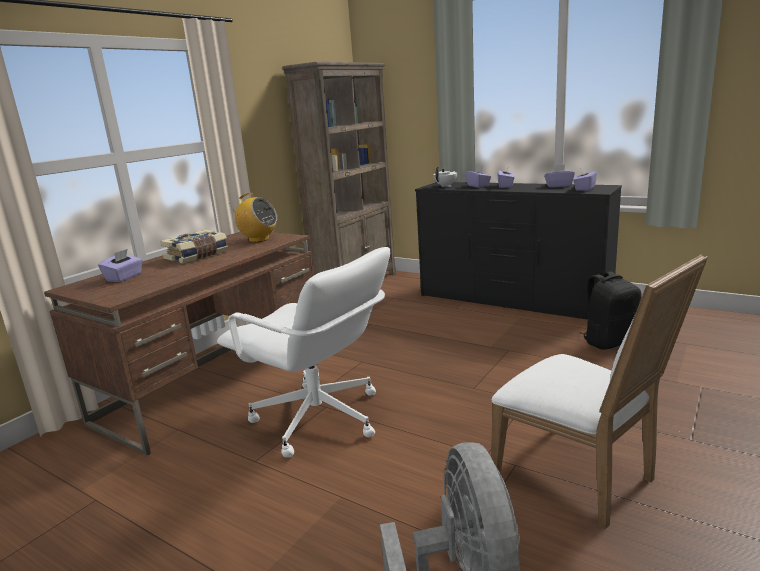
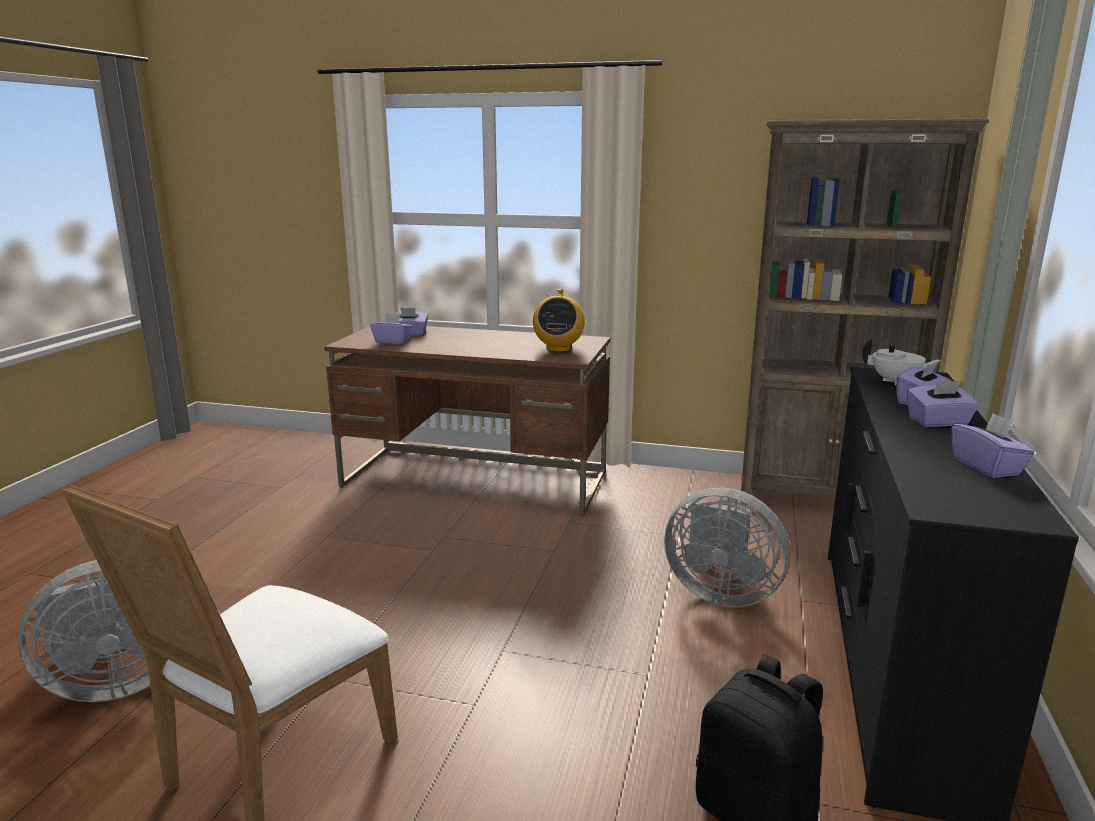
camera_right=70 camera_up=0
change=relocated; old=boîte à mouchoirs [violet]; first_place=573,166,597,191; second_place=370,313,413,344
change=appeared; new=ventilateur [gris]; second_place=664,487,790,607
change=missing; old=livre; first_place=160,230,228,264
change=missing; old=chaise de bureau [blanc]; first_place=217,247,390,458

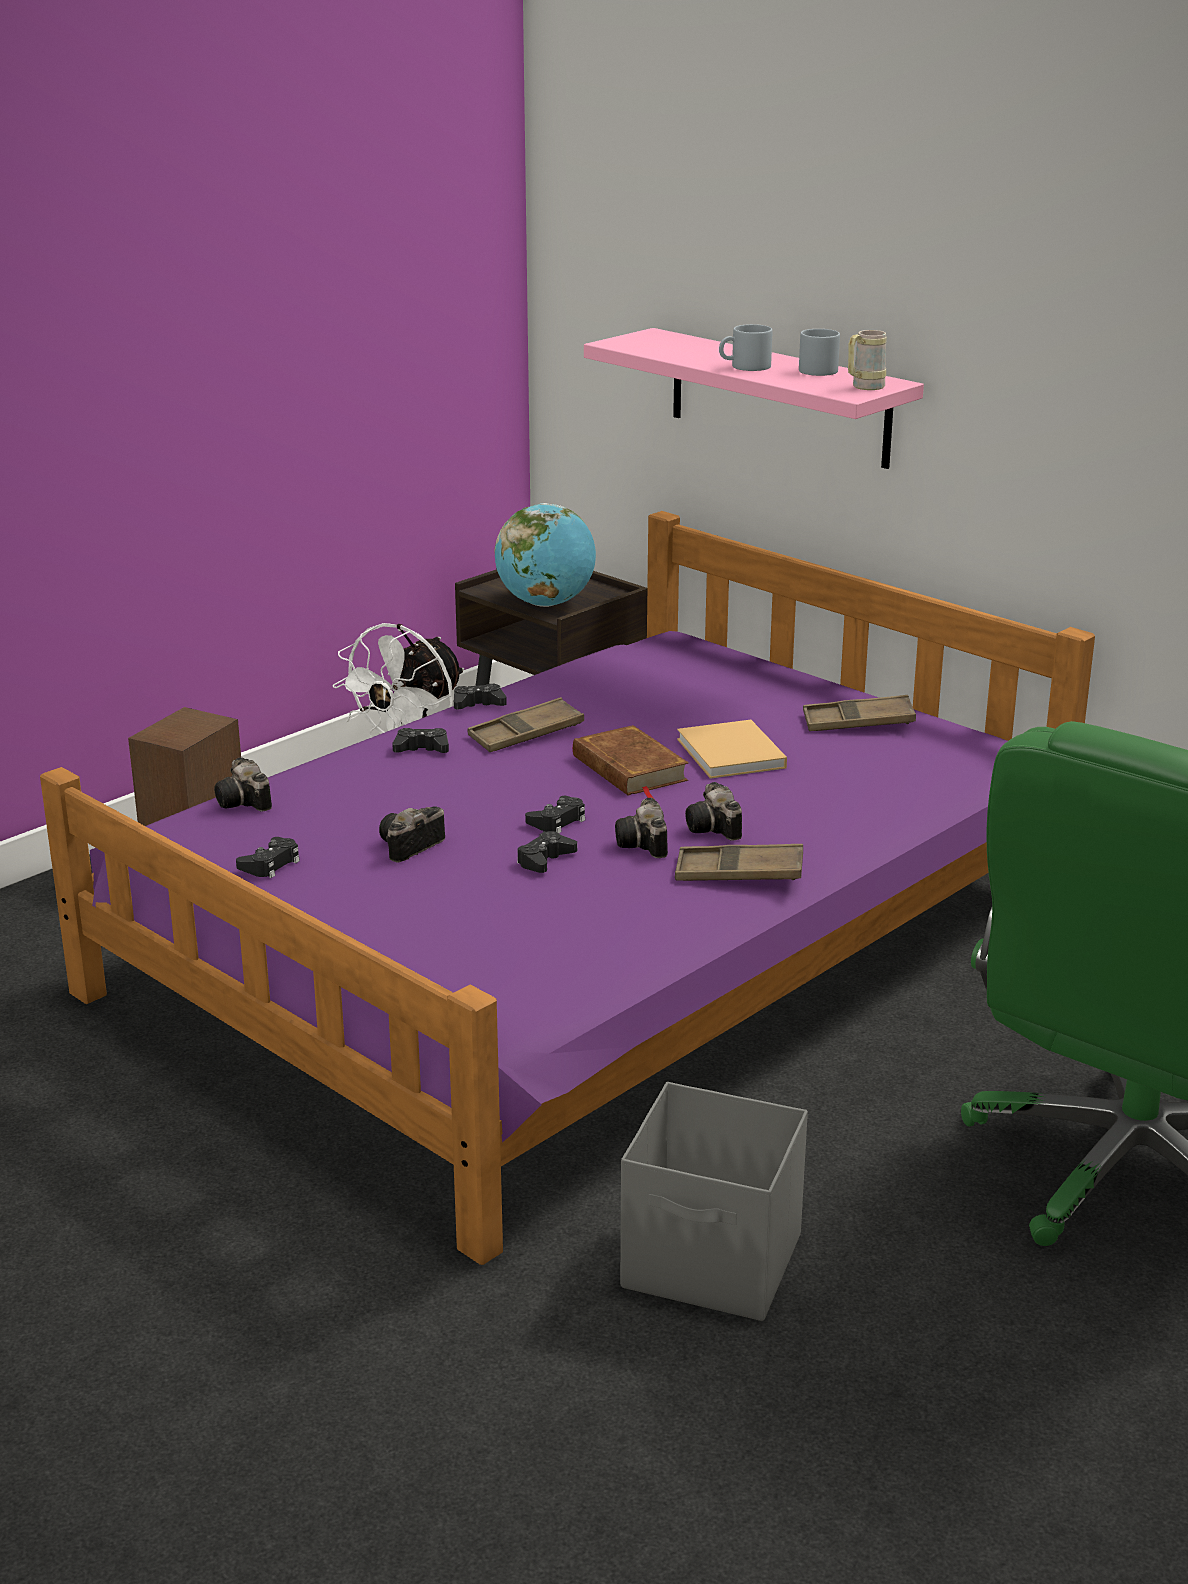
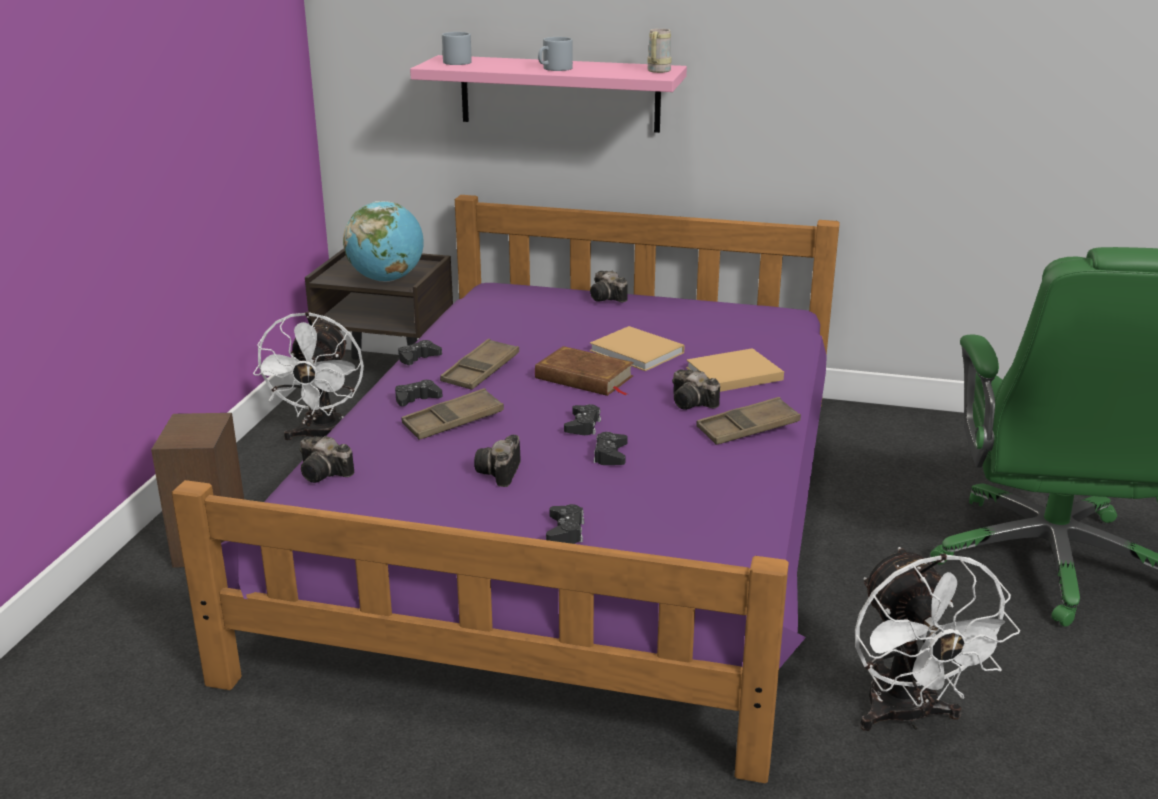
camera_right=-30 camera_up=0
change=relocated; old=plateau [marron]; first_place=803,695,916,731; second_place=401,388,504,440
change=relocated; old=mug [gris]; first_place=799,329,840,376; second_place=442,32,472,65
change=relocated; old=manette [noir]; first_place=236,837,300,878; second_place=546,504,584,544
change=relocated; old=appareil photo; first_place=615,798,668,858; second_place=590,271,627,302
change=appeared; new=livre [beige]; second_place=686,348,784,392
change=exchanged; old=boîte de rangement [gris]; new=ventilateur [blanc]; first_place=620,1082,808,1321; second_place=855,547,1020,731

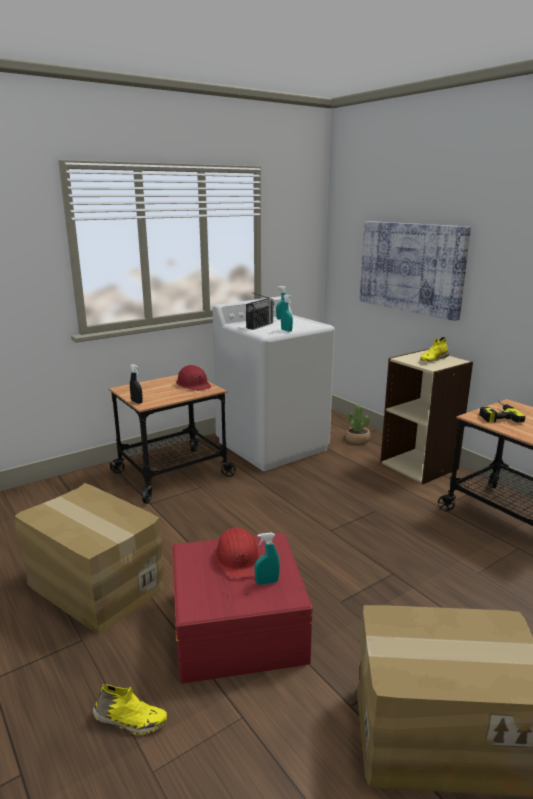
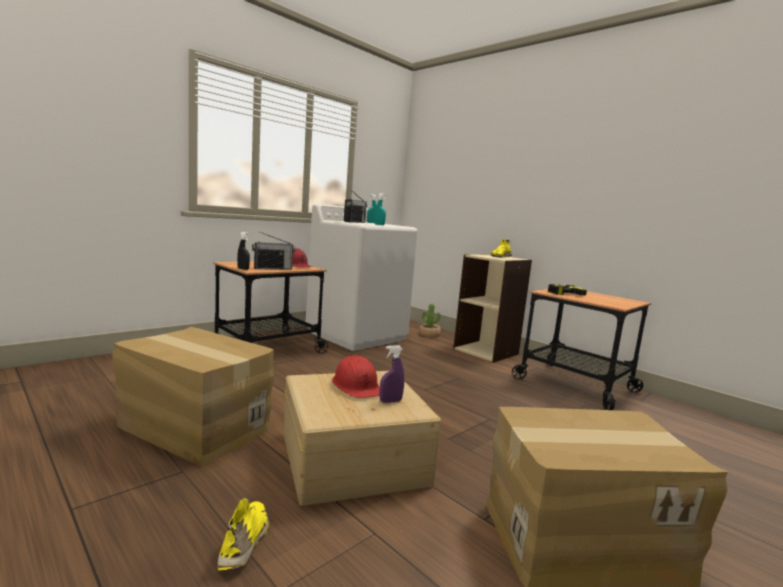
camera_right=-10 camera_up=-10
change=spun; old=chaussure [jaune]; first_place=92,684,167,734; second_place=217,498,269,570; degrees=-90
change=appeared; new=radio; second_place=252,232,295,270
change=colour; old=boîte de rangement [rouge]; new=boîte de rangement [beige]; first_place=172,532,313,683; second_place=284,371,441,506
change=colour; old=vaporisateur [turquoise]; new=vaporisateur [violet]; first_place=254,533,280,585; second_place=380,346,405,403
change=missing; old=tableau; first_place=360,221,471,321

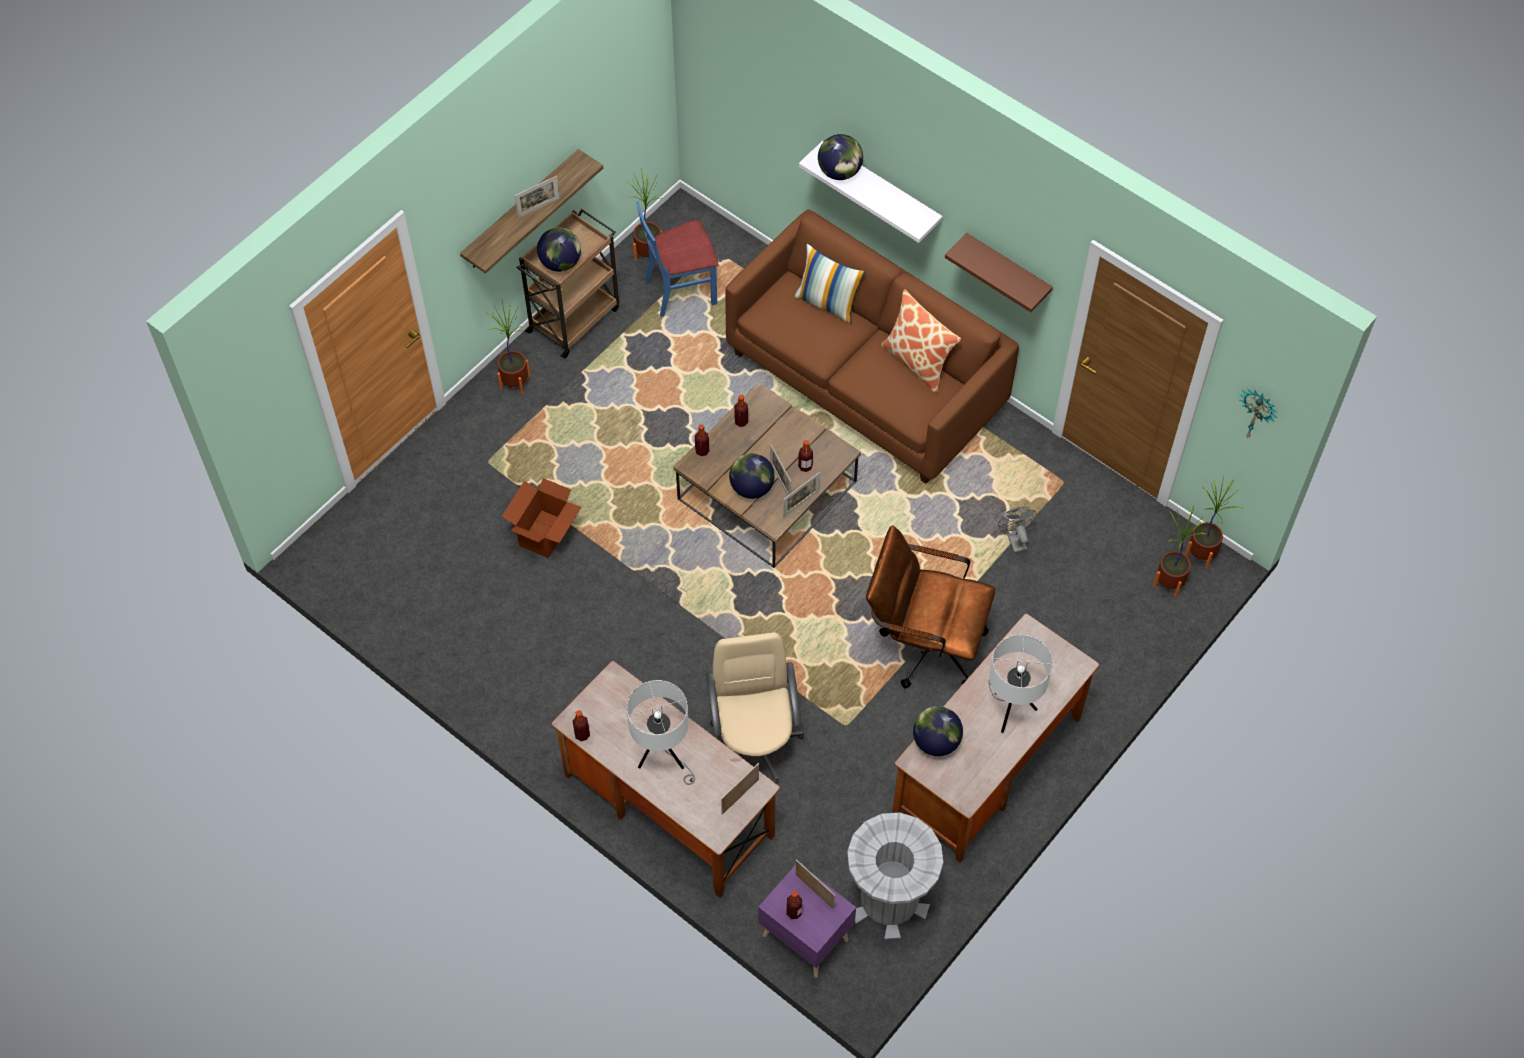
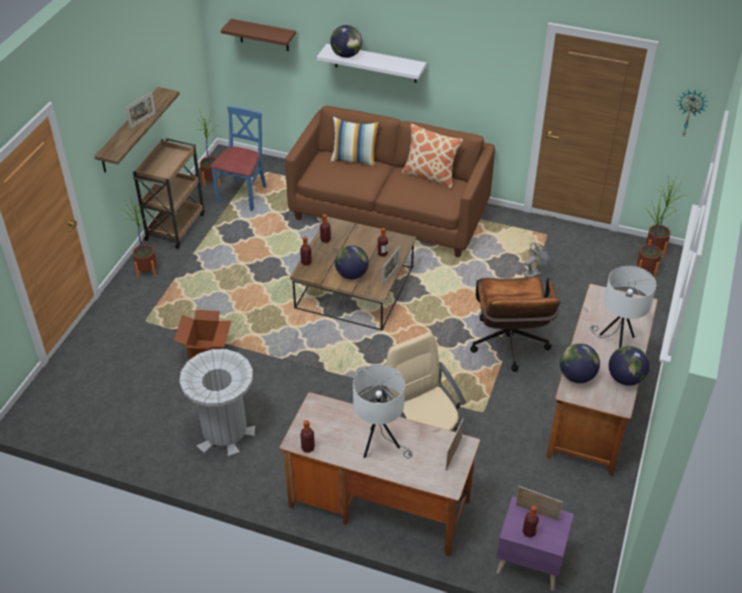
camera_right=-20 camera_up=-15
change=relocated; old=poubelle [gris]; first_place=847,813,943,939; second_place=179,349,255,457
change=spun; old=chaise [bleu]; first_place=636,201,718,317; second_place=210,106,266,211; degrees=150
change=relocated; old=étagère [marron]; first_place=945,233,1053,312; second_place=221,19,296,51
change=spun; old=chaise de bureau [marron]; first_place=866,525,995,688; second_place=470,277,560,372; degrees=-90
change=spun; old=ventilateur [gris]; first_place=998,507,1037,553; second_place=523,243,550,277; degrees=90
change=relocated; old=globe; first_place=537,227,581,272; second_place=609,346,649,386
change=missing; old=cadre photo; first_place=770,445,791,495

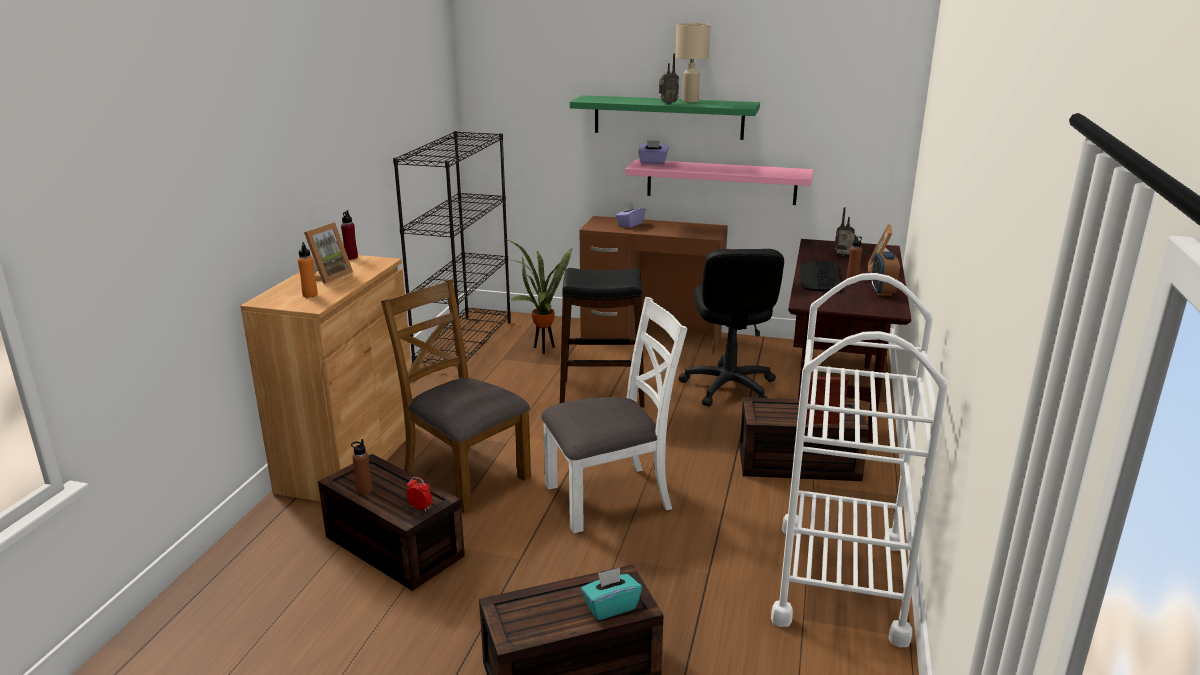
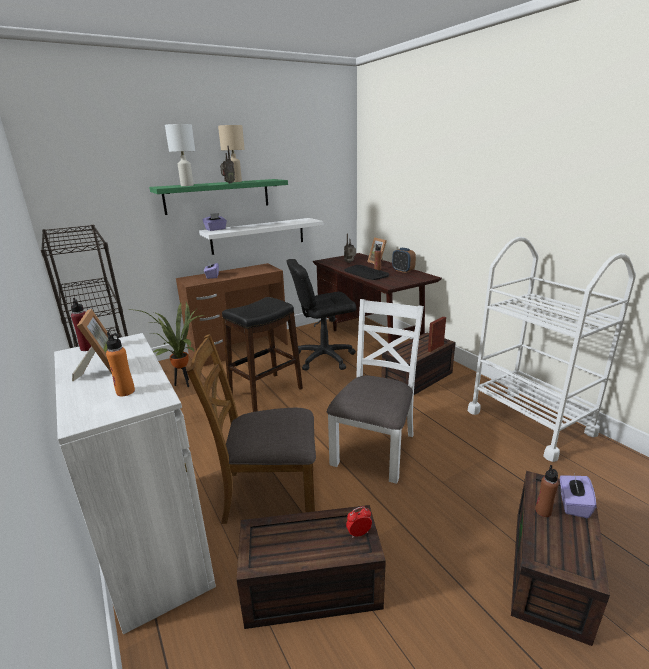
camera_right=-45 camera_up=0
change=colour; old=meuble de rangement [marron]; new=meuble de rangement [blanc]; first_place=240,255,417,502; second_place=54,333,216,634
change=appeared; new=lampe de table [blanc]; second_place=165,124,195,186
change=colour; old=étagère [rose]; new=étagère [blanc]; first_place=625,159,813,205; second_place=199,218,323,255
change=spun; old=chaise de bureau [noir]; first_place=678,249,784,407; second_place=287,259,356,371; degrees=120
change=relocated; old=bouteille [marron]; first_place=351,439,372,495; second_place=535,465,559,517
change=colour; old=boîte à mouchoirs [turquoise]; new=boîte à mouchoirs [violet]; first_place=581,567,642,620; second_place=560,473,596,518

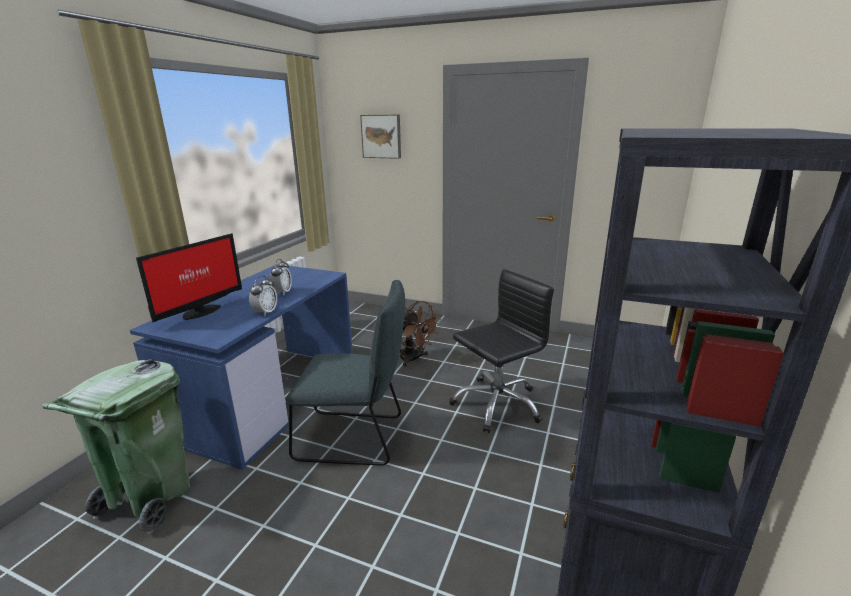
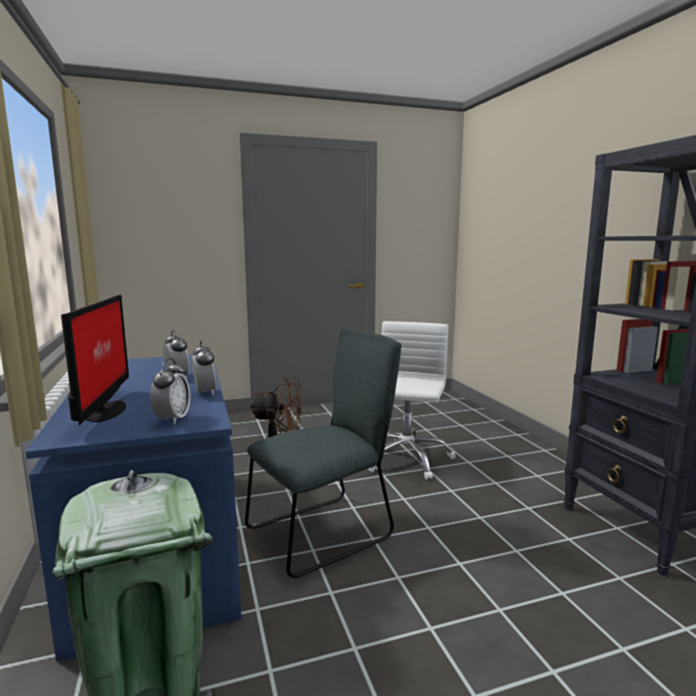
camera_right=-40 camera_up=-10
change=appeared; new=réveil; second_place=150,358,190,425
change=colour; old=chaise de bureau [noir]; new=chaise de bureau [blanc]; first_place=449,269,554,433; second_place=367,321,456,480
change=missing; old=tableau; first_place=360,115,401,159

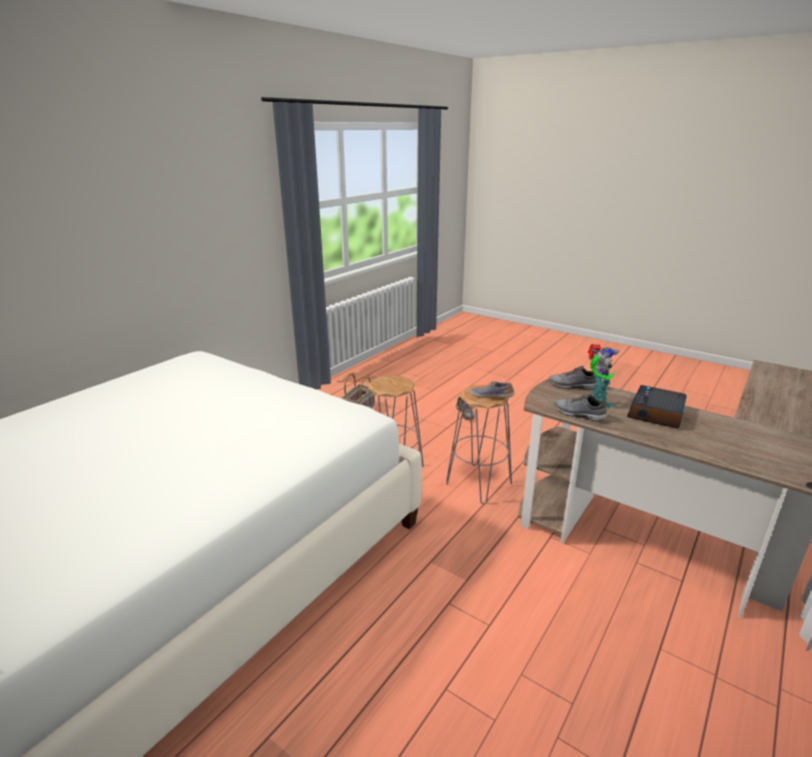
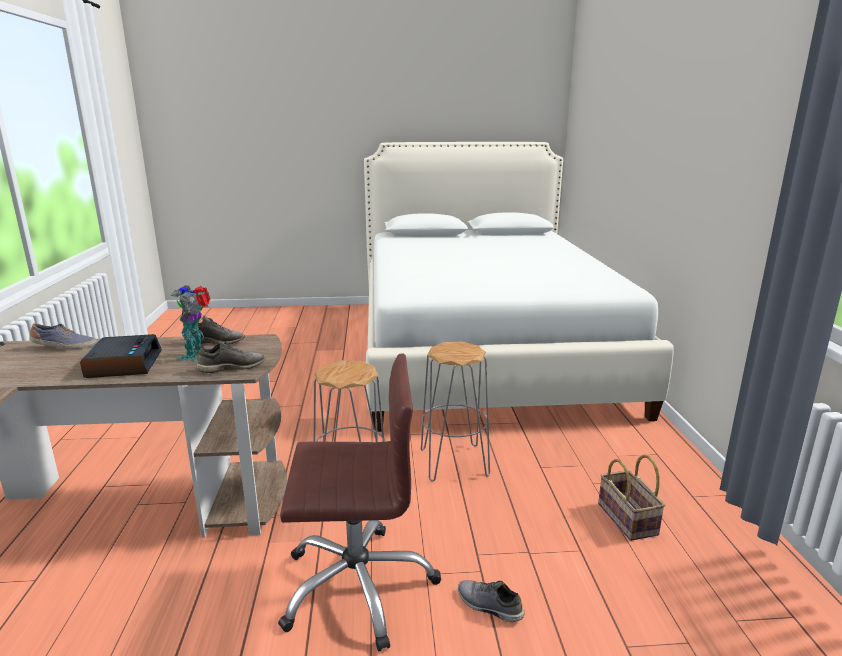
camera_right=140 camera_up=-5
change=relocated; old=chaussure; first_place=470,381,514,398; second_place=29,323,97,349
change=appeared; new=chaise de bureau [marron]; second_place=278,353,441,651

